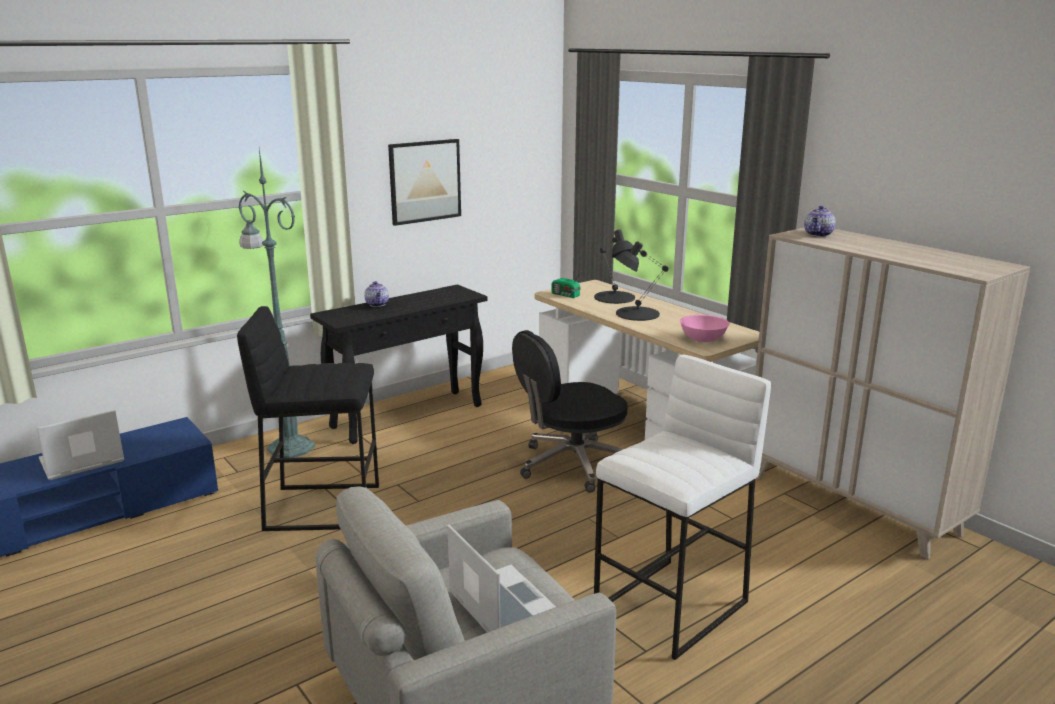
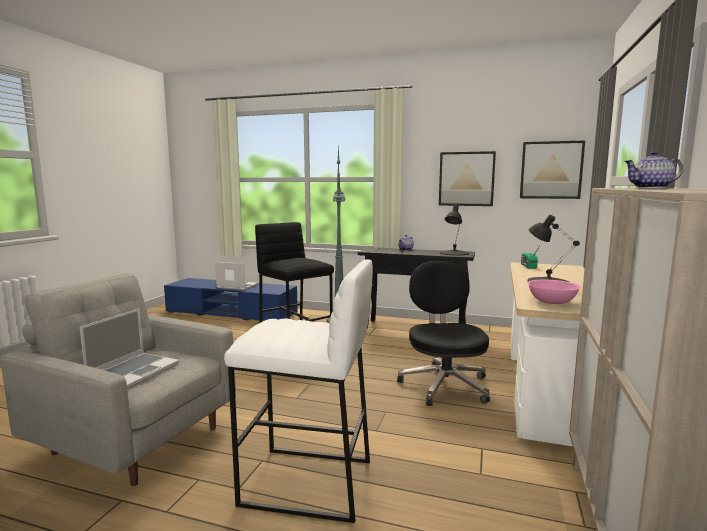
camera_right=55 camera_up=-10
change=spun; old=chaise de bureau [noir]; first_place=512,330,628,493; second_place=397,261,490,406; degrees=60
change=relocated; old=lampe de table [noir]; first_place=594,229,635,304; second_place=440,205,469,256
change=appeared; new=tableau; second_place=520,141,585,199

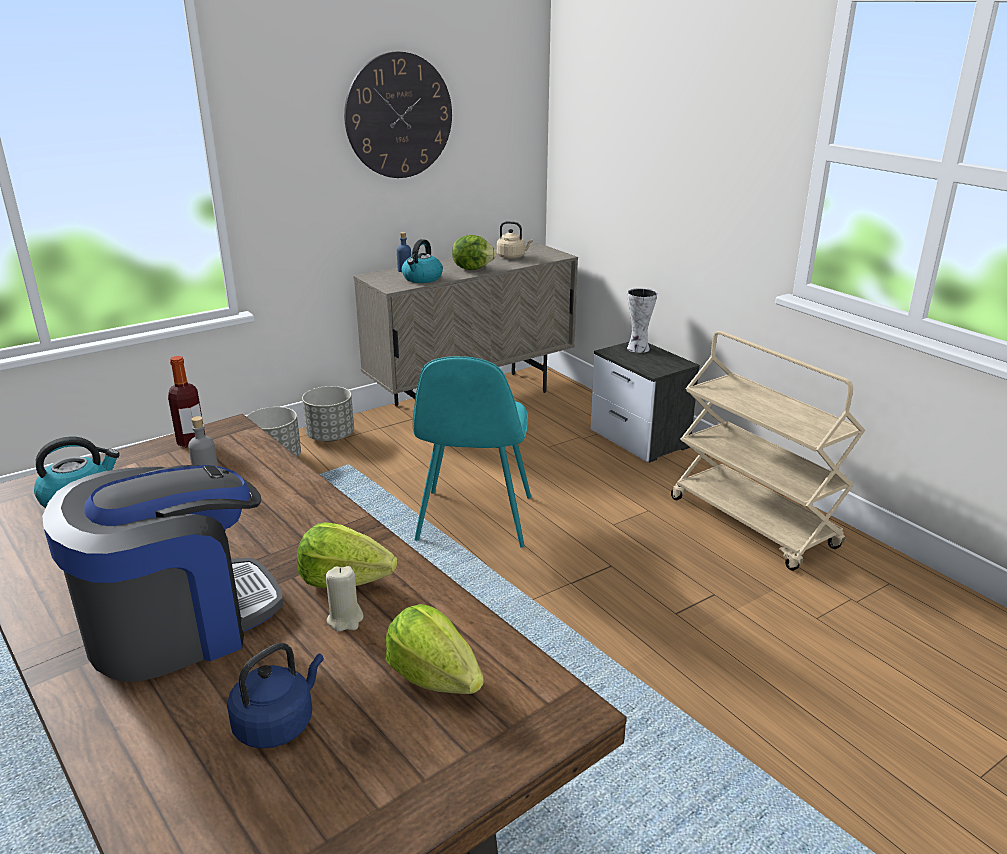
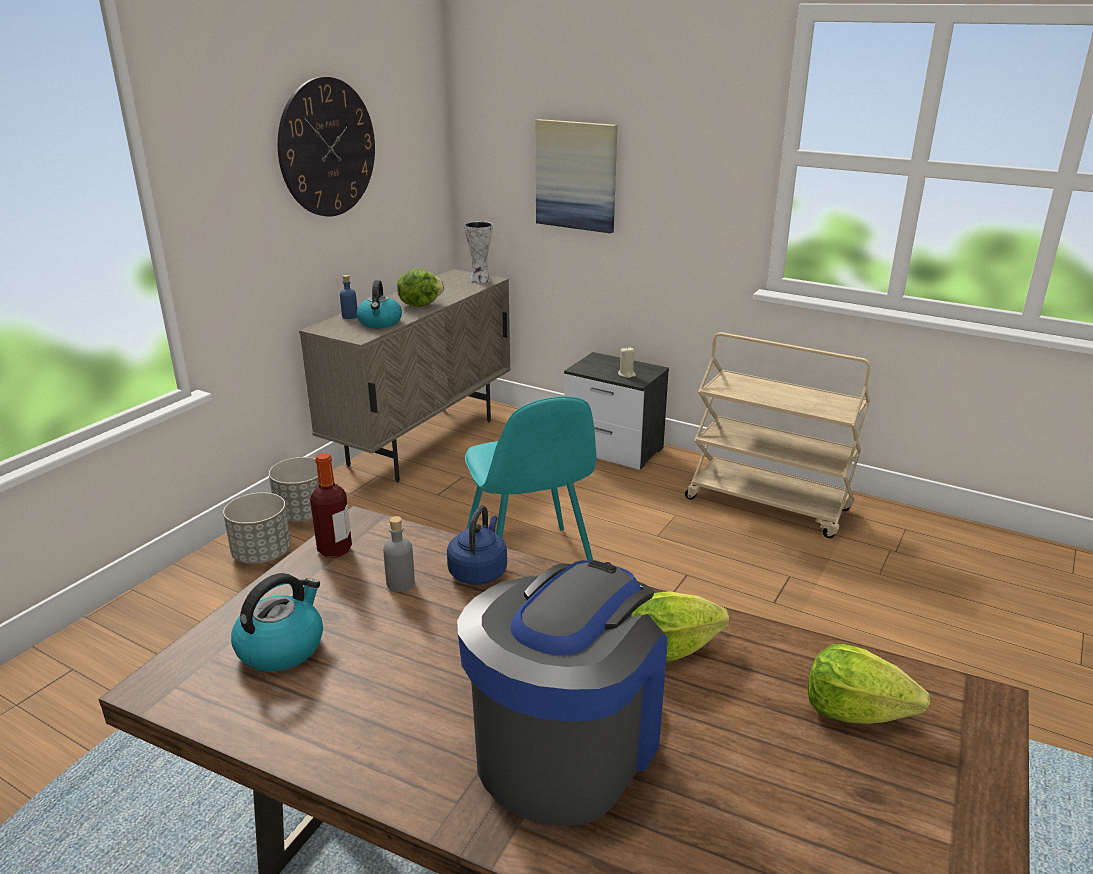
camera_right=-25 camera_up=0
change=relocated; old=bouilloire [bleu]; first_place=227,643,324,749; second_place=447,505,507,585
change=relocated; old=vase; first_place=627,288,657,353; second_place=465,221,493,283
change=appeared; new=tableau; second_place=535,119,617,233
change=relocated; old=bougie [beige]; first_place=326,566,363,631; second_place=618,347,636,378
change=missing; old=bouilloire [beige]; first_place=496,221,533,259

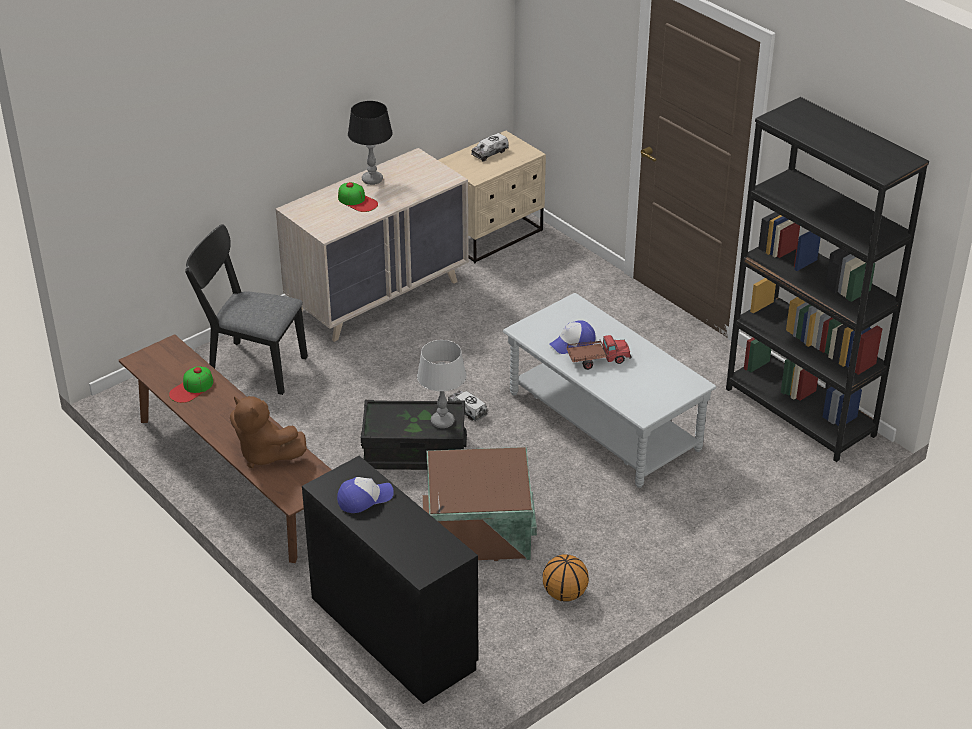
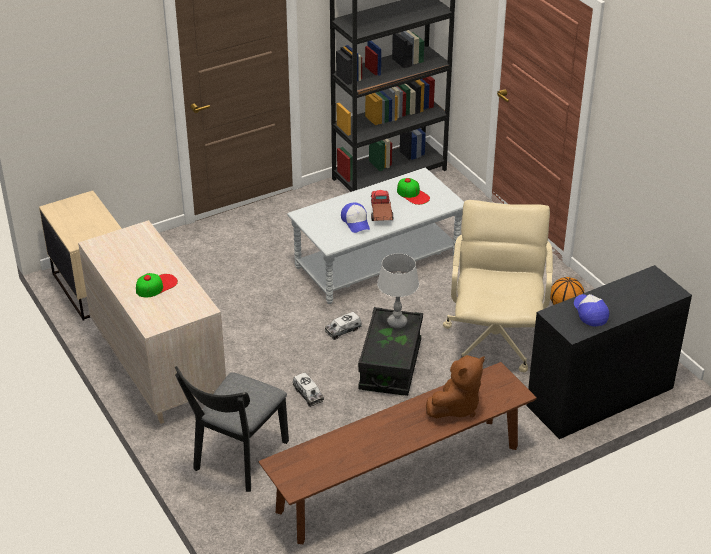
camera_right=-80 camera_up=0
change=relocated; old=camion jouet; first_place=471,133,509,162; second_place=293,372,324,407
change=relocated; old=casquette; first_place=169,367,213,403; second_place=397,178,430,205
change=exchanged; old=boîte de rangement [marron]; new=chaise de bureau [beige]; first_place=423,447,537,561; second_place=443,200,553,372
change=missing; old=lampe de table [noir]; first_place=348,101,393,185

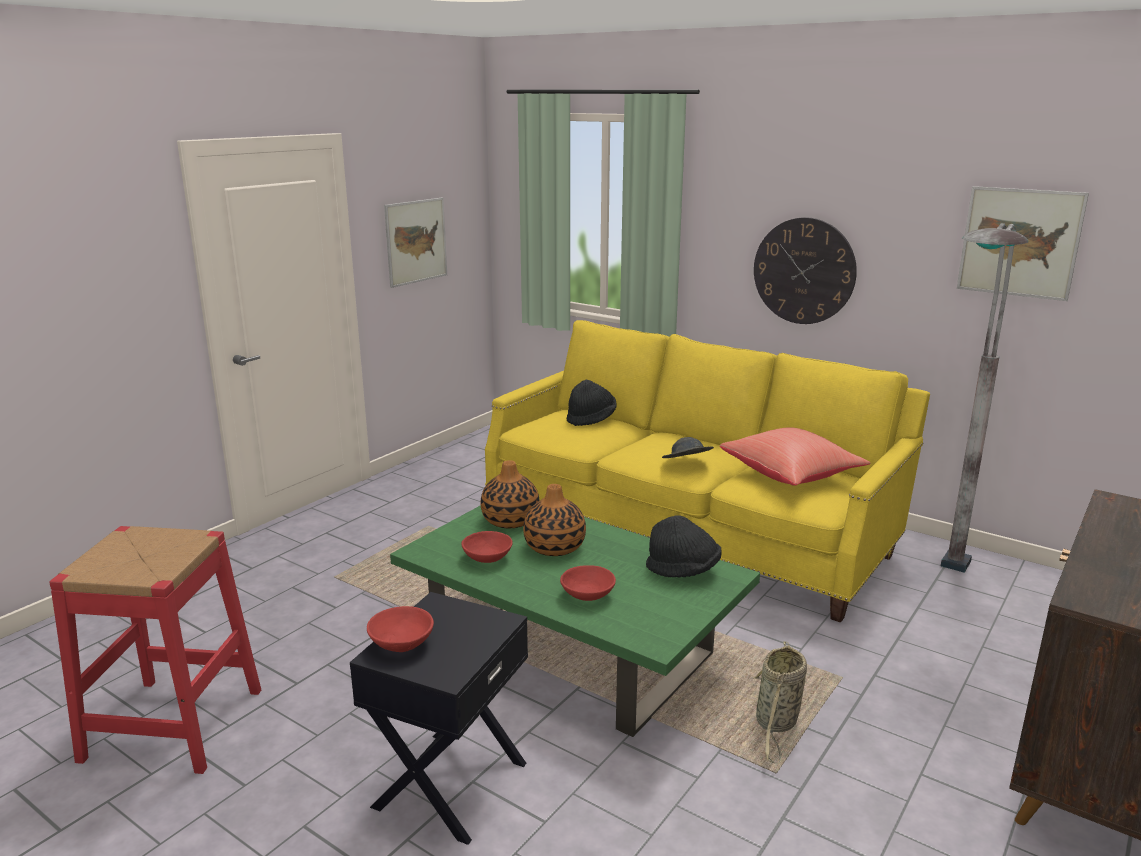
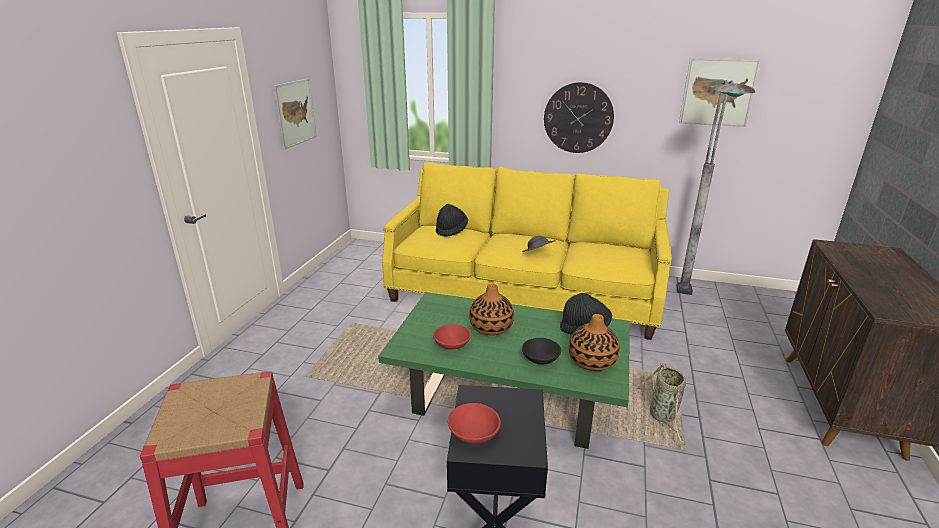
camera_right=-20 camera_up=5
change=colour; old=bol [rouge]; new=bol [noir]; first_place=560,565,616,601; second_place=522,338,561,364
change=relocated; old=vase; first_place=481,460,540,528; second_place=569,314,620,371
change=missing; old=coussin [rouge]; first_place=720,427,870,486

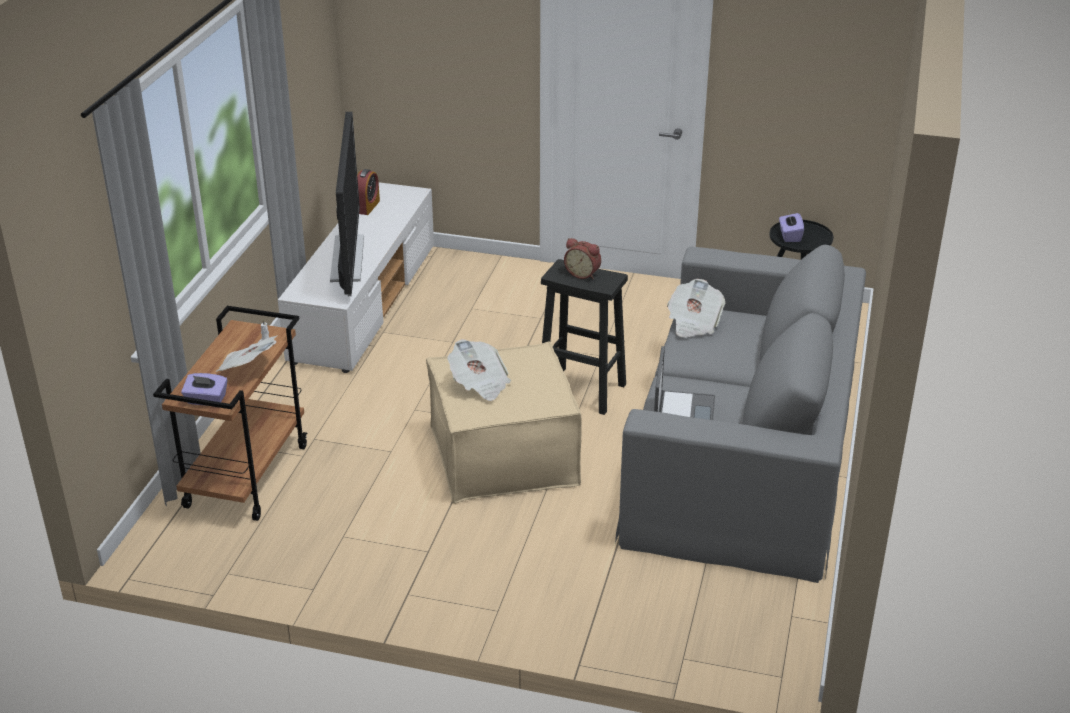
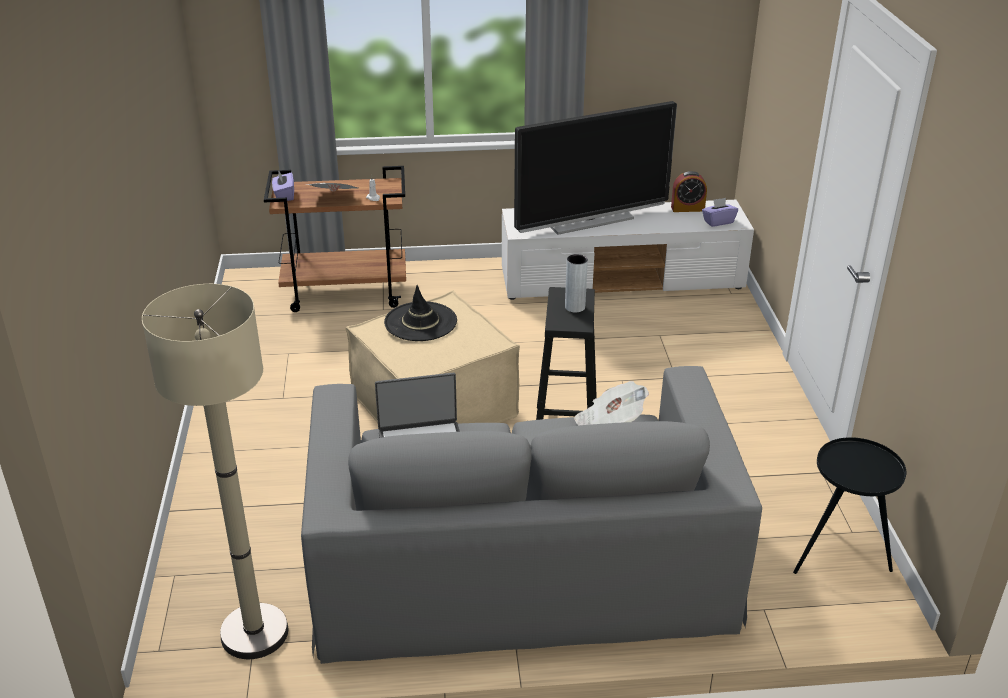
camera_right=70 camera_up=0
change=appeared; new=lampadaire [beige]; second_place=142,284,288,659
change=exchanged; old=journal; new=chapeau [noir]; first_place=447,339,511,401; second_place=384,285,457,341
change=exchanged; old=réveil; new=vase [gris]; first_place=564,238,601,279; second_place=565,254,588,313
change=relocated; old=boîte à mouchoirs [violet]; first_place=779,213,804,242; second_place=702,198,738,227

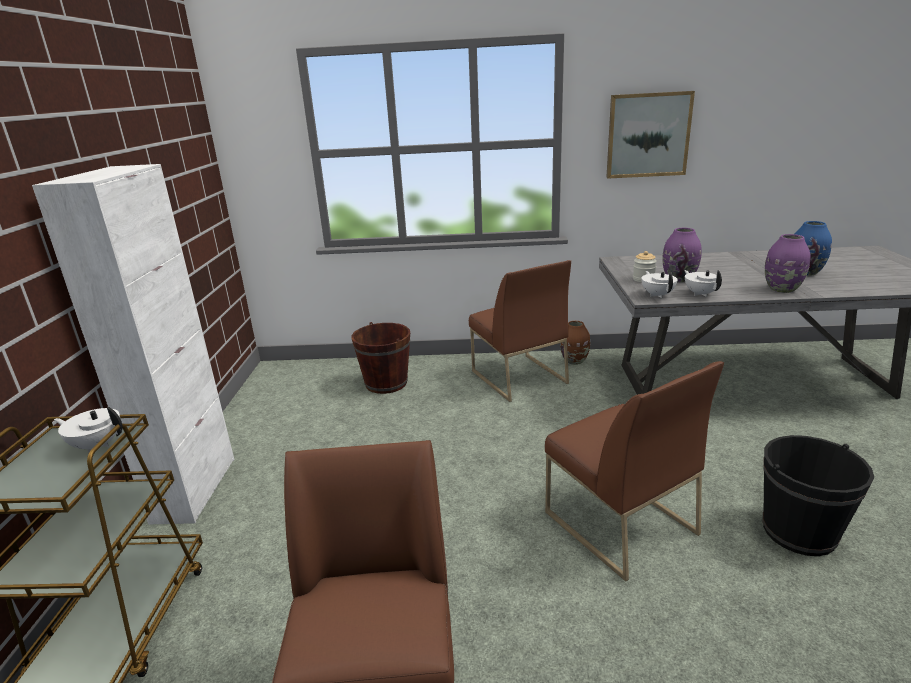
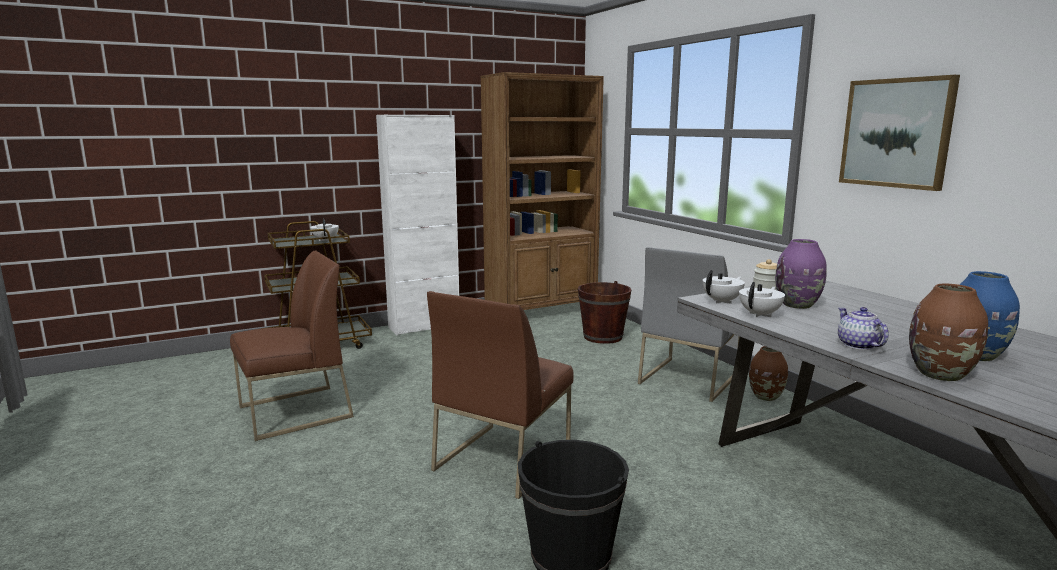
camera_right=60 camera_up=-10
change=appeared; new=bibliothèque [marron]; second_place=480,72,604,310
change=colour; old=chaise [marron]; new=chaise [gris]; first_place=469,260,571,402; second_place=638,247,740,402
change=exchanged; old=vase [violet]; new=théière; first_place=765,234,811,293; second_place=838,307,889,350
change=appeared; new=vase [marron]; second_place=909,284,988,381

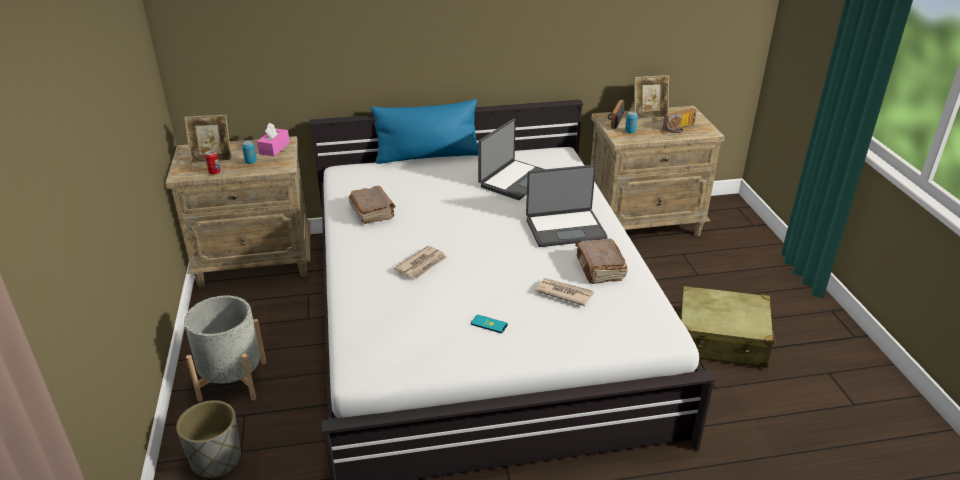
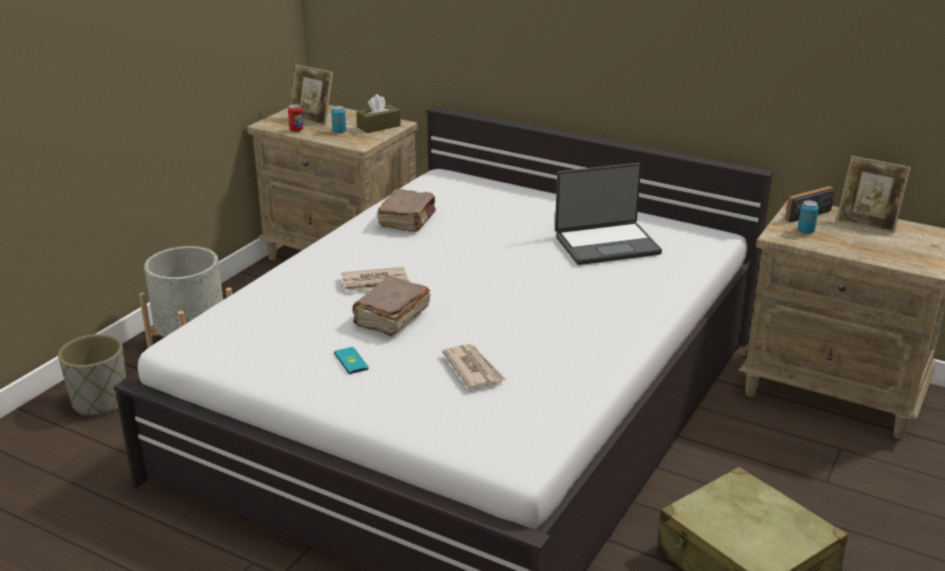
camera_right=40 camera_up=-5
change=relocated; old=livre [marron]; first_place=575,239,628,284; second_place=353,277,430,337
change=colour; old=boîte à mouchoirs [rose]; new=boîte à mouchoirs [marron]; first_place=257,123,290,156; second_place=357,94,401,133
change=missing; old=coussin [bleu]; first_place=371,99,478,164
change=missing; old=ordinateur portable; first_place=526,165,608,247
change=missing; old=radio; first_place=663,108,697,133

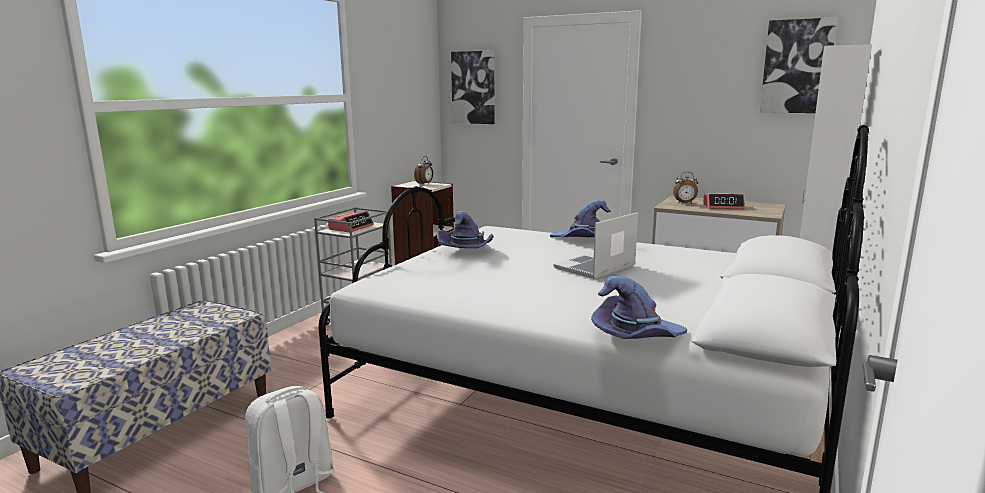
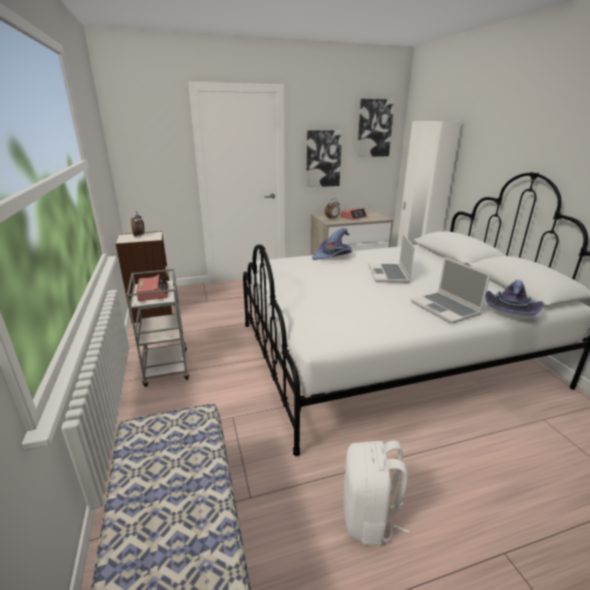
camera_right=-45 camera_up=10
change=relocated; old=tableau; first_place=451,50,495,124; second_place=306,130,342,187
change=appeared; new=ordinateur portable; second_place=411,257,491,324
change=missing; old=chapeau [violet]; first_place=437,211,494,248

